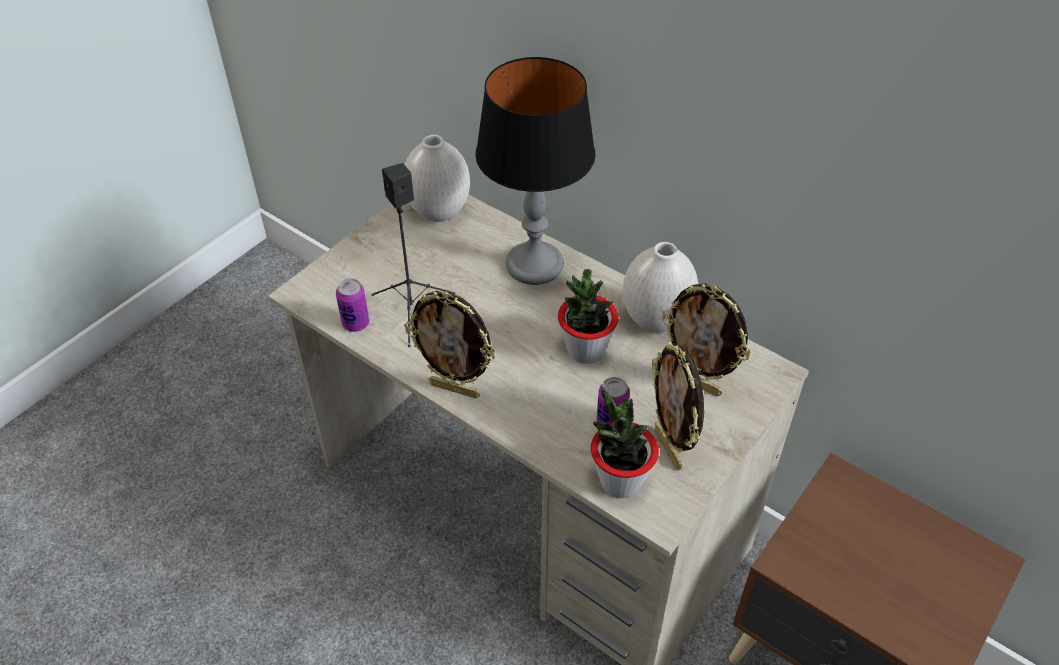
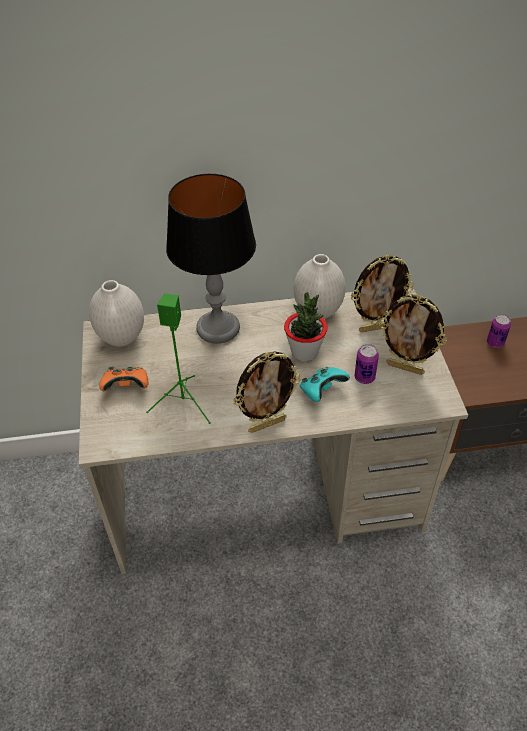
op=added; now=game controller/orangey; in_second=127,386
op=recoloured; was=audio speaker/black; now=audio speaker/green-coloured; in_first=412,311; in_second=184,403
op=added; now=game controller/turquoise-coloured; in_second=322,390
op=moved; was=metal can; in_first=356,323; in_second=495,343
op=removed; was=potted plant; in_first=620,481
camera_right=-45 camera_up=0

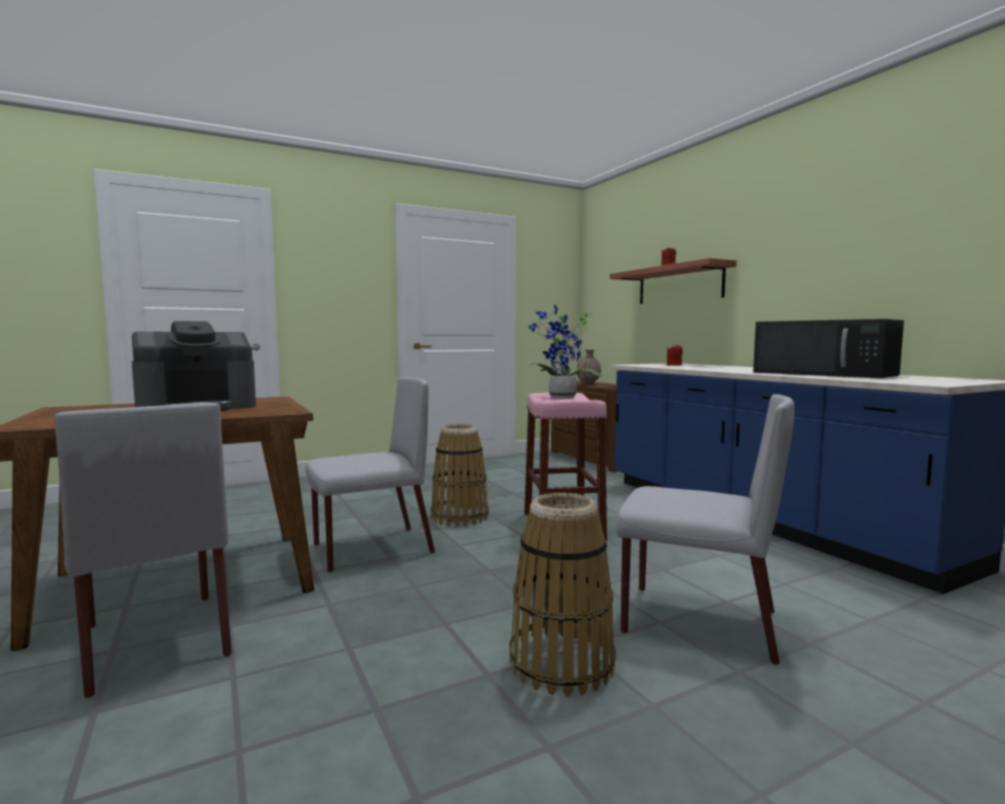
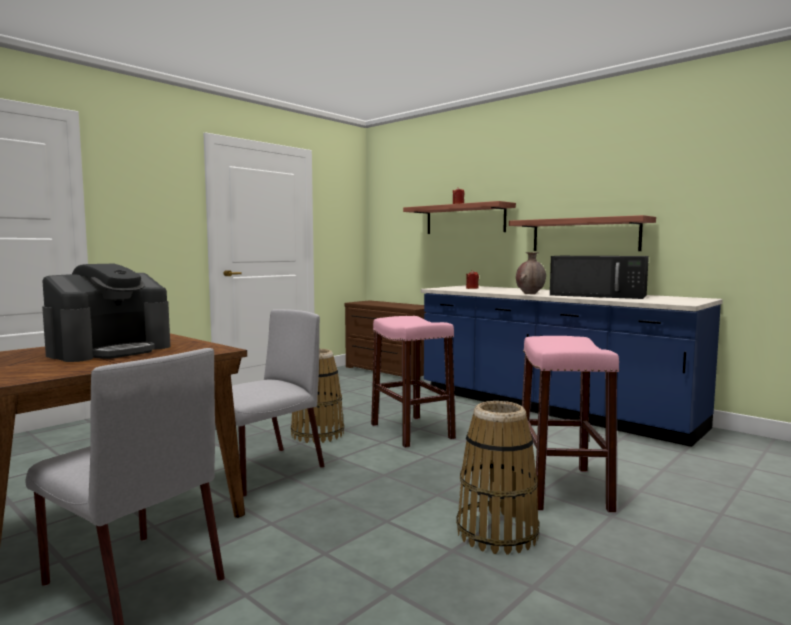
op=added; now=shelf; in_second=584,235
op=moved; was=vase/brownish; in_first=588,384; in_second=530,294
op=replaced; was=upright chair/gray; now=sitting stool/pink-coloured; in_first=696,621; in_second=562,488
op=removed; was=potted plant; in_first=560,398
camera_right=-20 camera_up=0

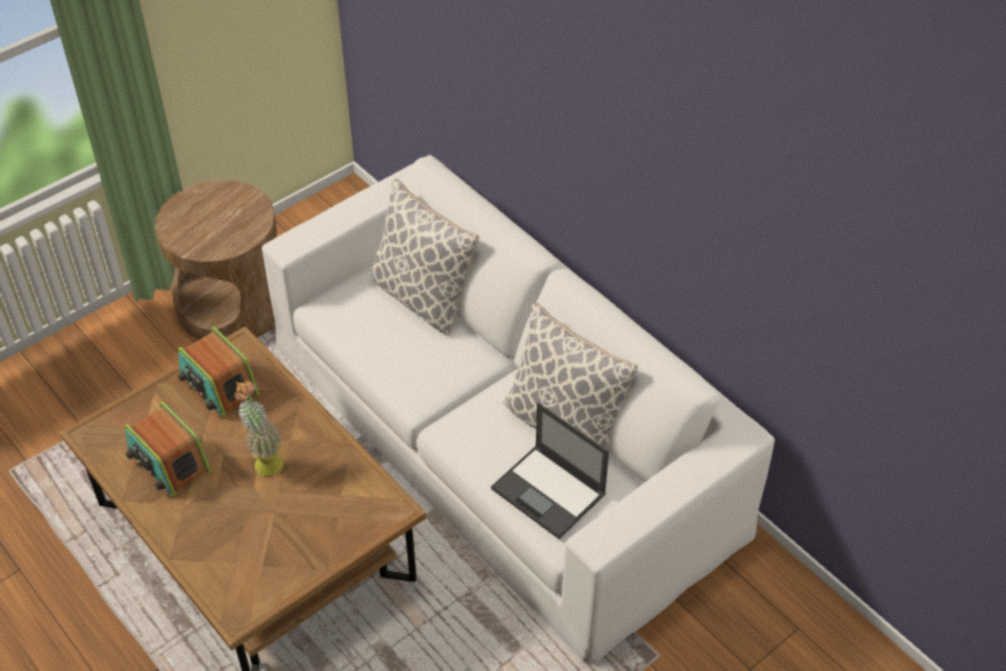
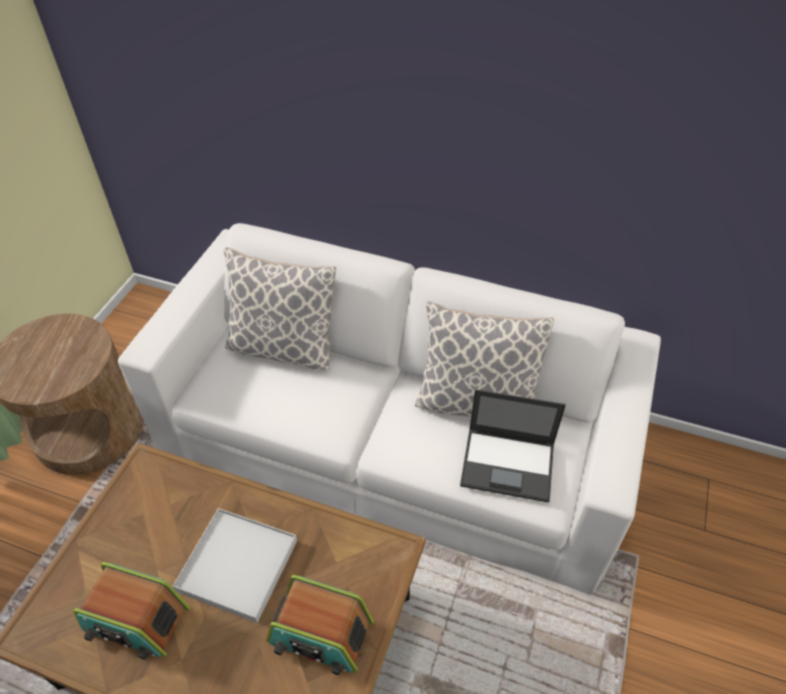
op=replaced; was=potted plant; now=tray/white; in_first=264,460; in_second=237,565
op=moved; was=radio set; in_first=218,385; in_second=320,633
camera_right=-30 camera_up=0

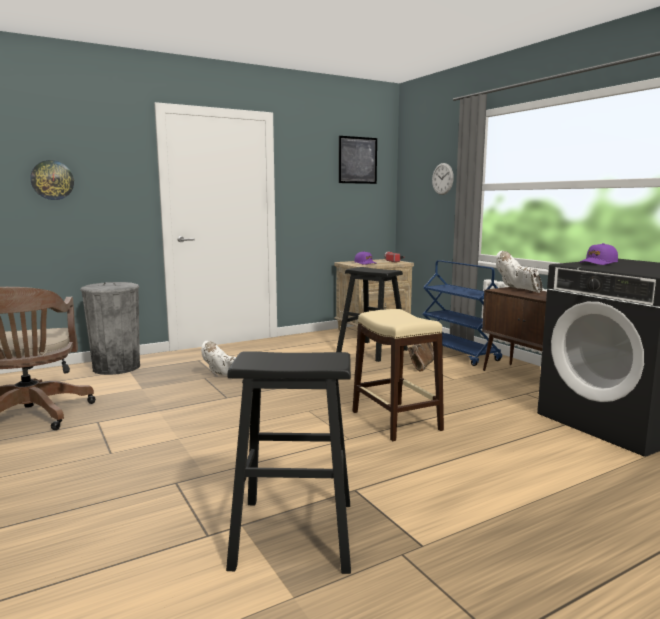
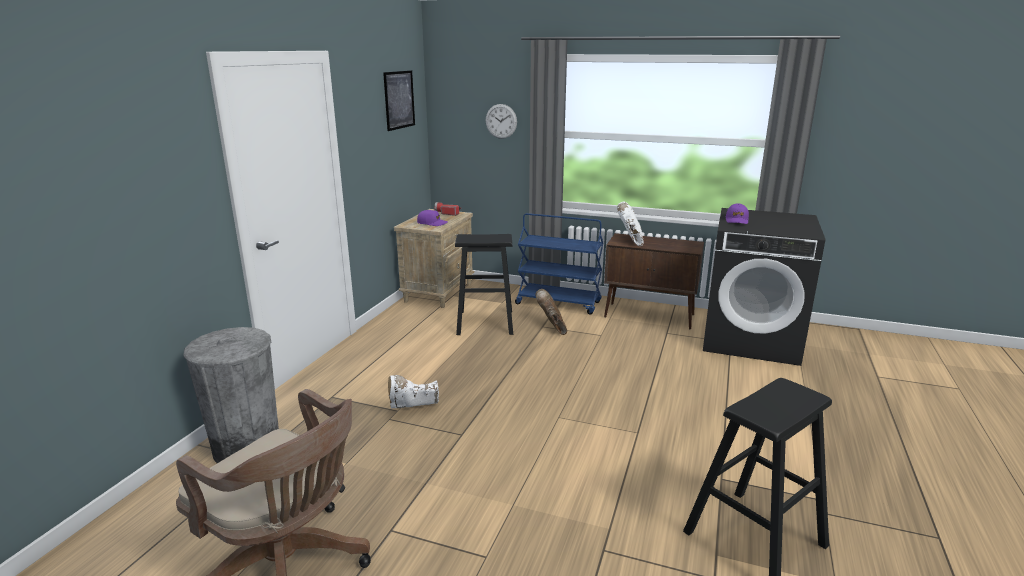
op=turned; was=boot/white; in_first=517,290; in_second=631,240; clockwise=75
op=removed; was=clock on the wall; in_first=52,180
op=removed; was=sitting stool/beige-coloured; in_first=396,420
camera_right=-40 camera_up=10

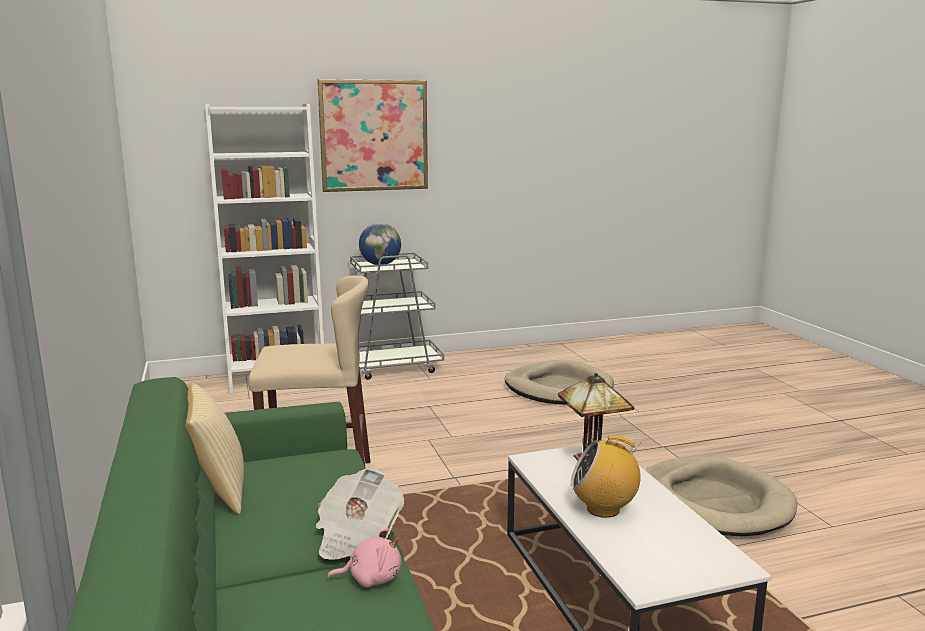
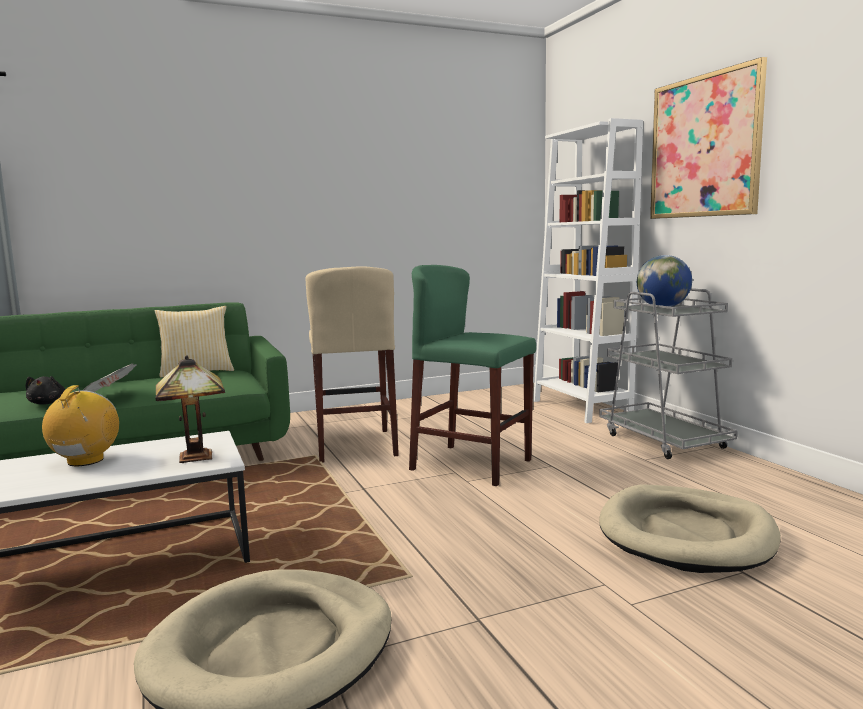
op=recoloured; was=cuddly toy/pink-coloured; now=cuddly toy/black; in_first=371,578; in_second=48,403
op=added; now=sitting stool/green-coloured; in_second=471,465
camera_right=85 camera_up=-5

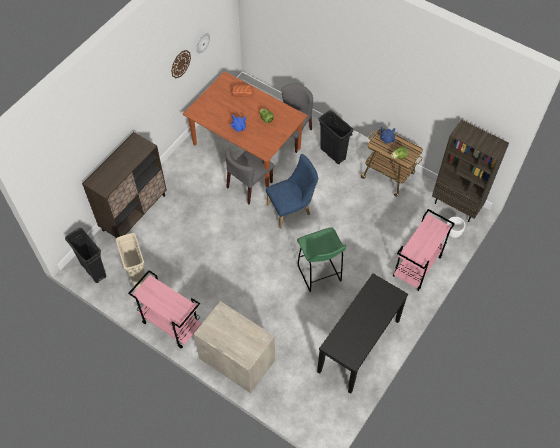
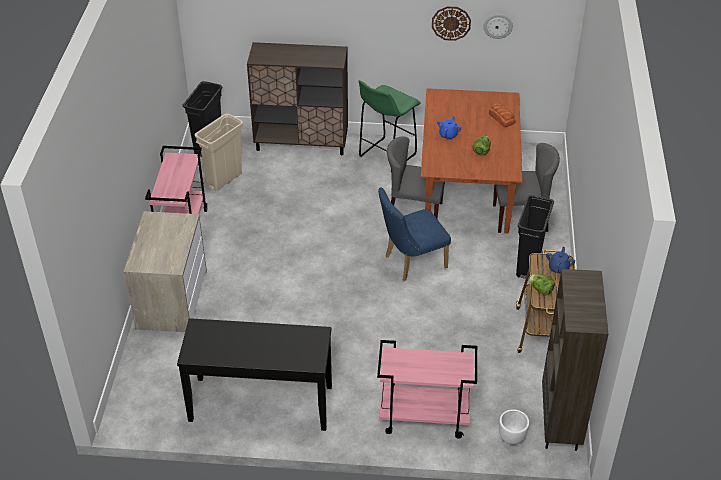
op=moved; was=sitting stool/green-coloured; in_first=319,275; in_second=386,156
op=turned; was=upright chair/blue; in_first=292,209; in_second=411,262; clockwise=120
camera_right=60 camera_up=-15

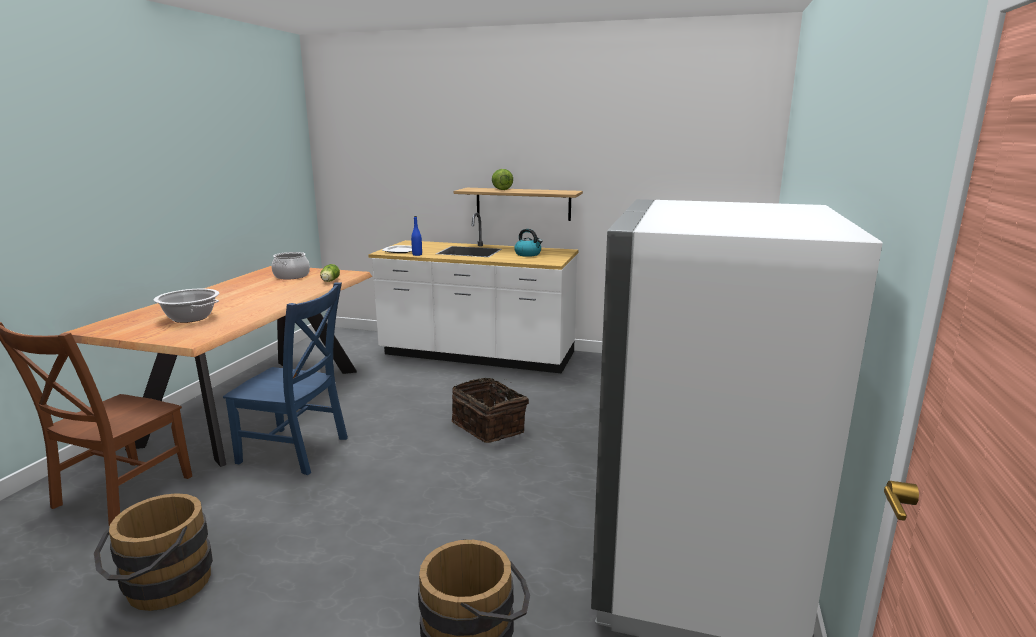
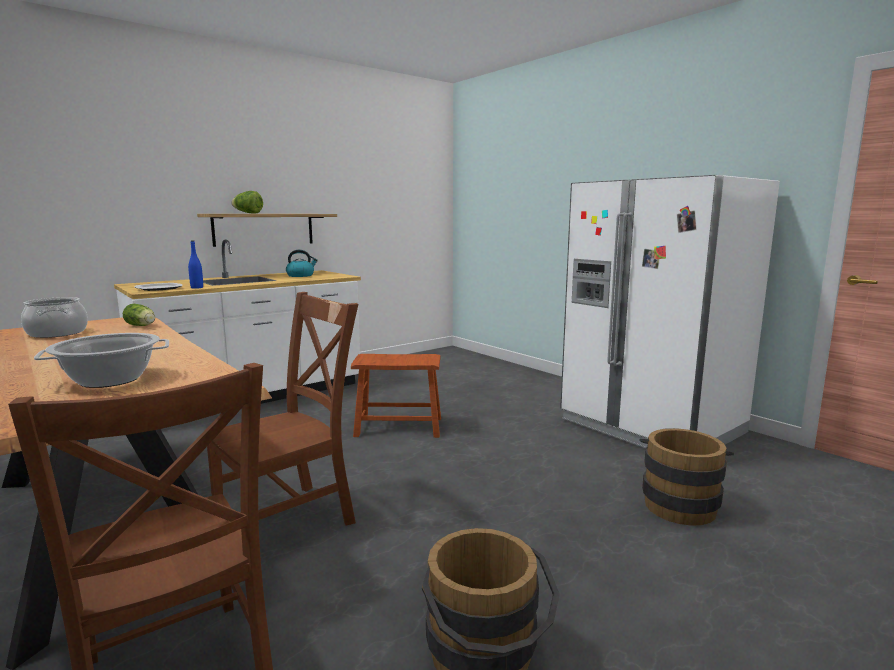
op=recoloured; was=upright chair/blue; now=upright chair/brownish; in_first=297,451; in_second=290,519
op=replaced; was=storage basket; now=sitting stool/brownish; in_first=490,427; in_second=398,427
camera_right=-55 camera_up=-5

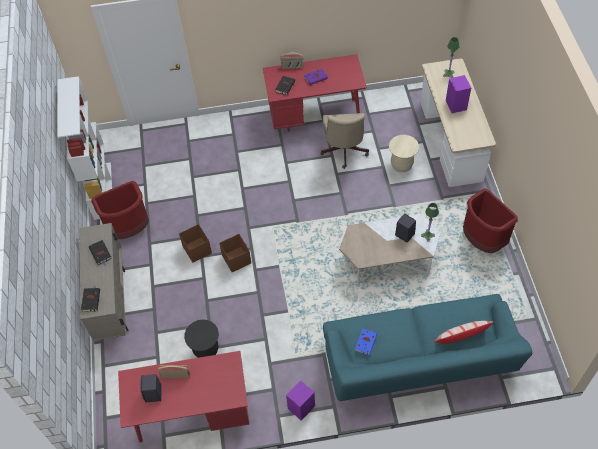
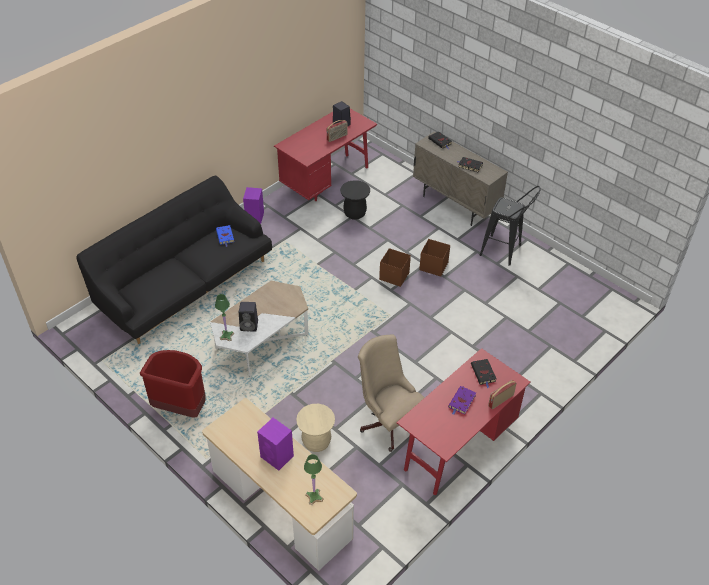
op=recoloured; was=couch/turquoise-coloured; now=couch/black; in_first=419,360; in_second=184,284
op=replaced; was=trash can/red-coloured; now=sitting stool/black; in_first=129,229; in_second=505,252
op=removed; was=bookshelf/white; in_first=102,190
op=removed; was=throw pillow; in_first=461,337
camera_right=140 camera_up=-10

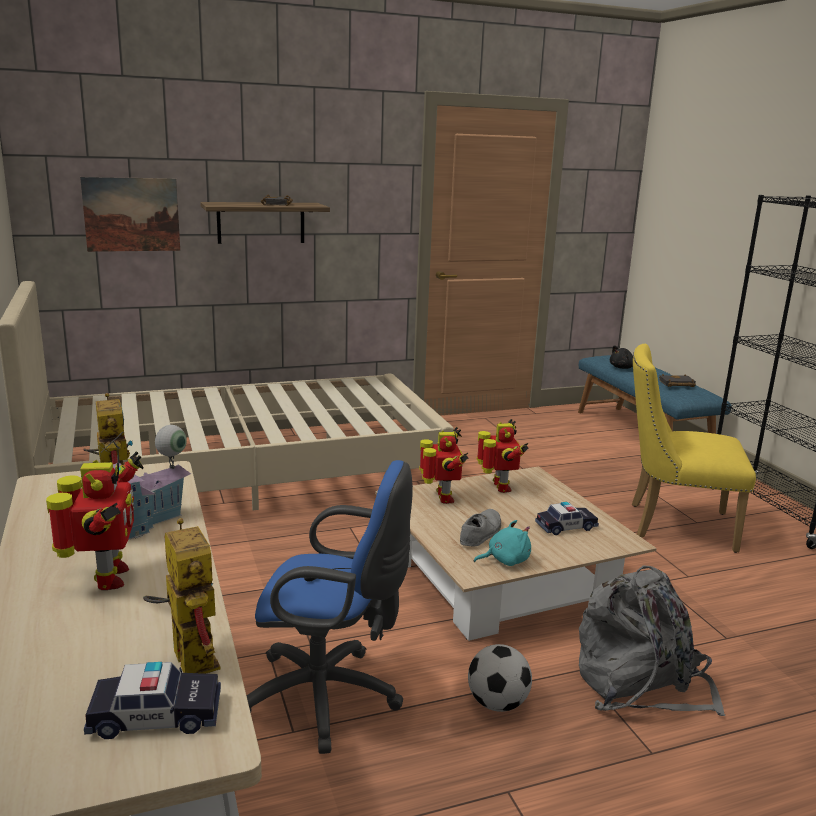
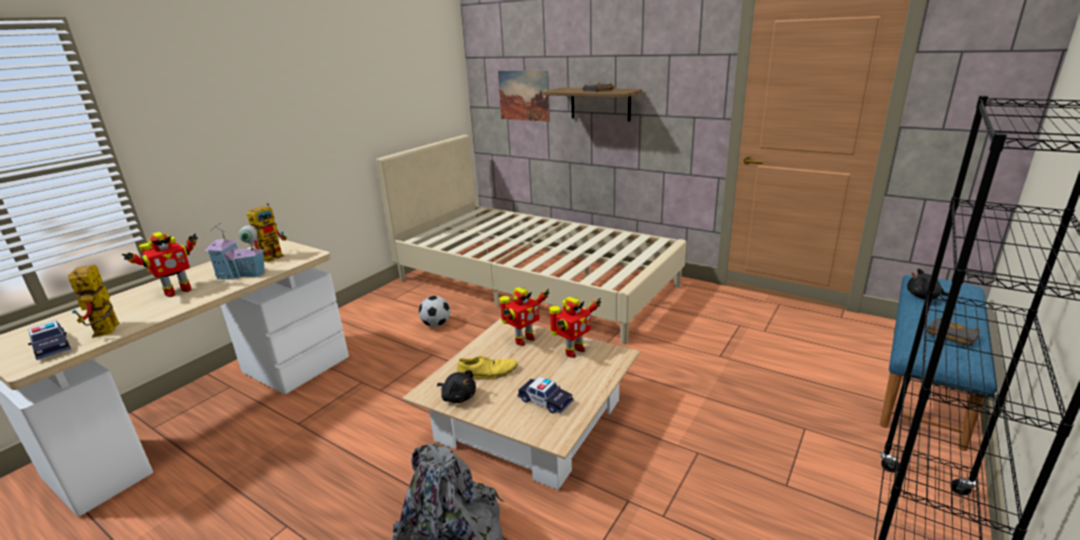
op=turned; was=toy robot; in_first=187,654; in_second=107,332; clockwise=135
op=moved; was=ball for football; in_first=497,703; in_second=436,324
op=recoloured; was=cuddly toy/turquoise-coloured; now=cuddly toy/black; in_first=505,560; in_second=458,397
op=recoloured; was=item of footwear/gray; now=item of footwear/yellow-coloured; in_first=480,533; in_second=488,373
op=removed; was=computer chair/blue; in_first=329,698
op=removed; was=upright chair/yellow-coloured; in_first=672,525
camera_right=55 camera_up=5

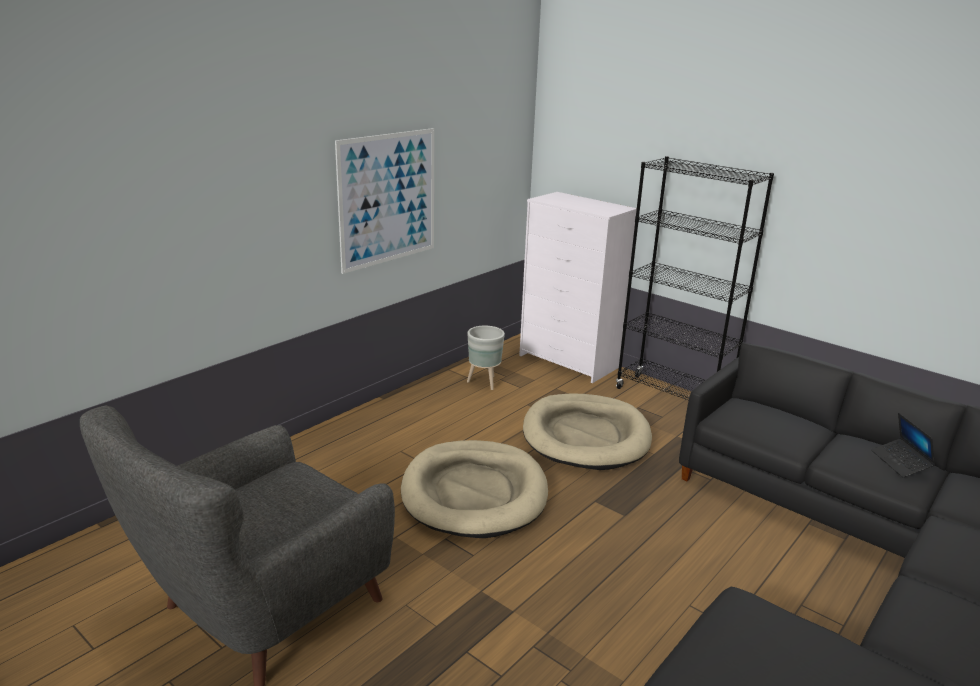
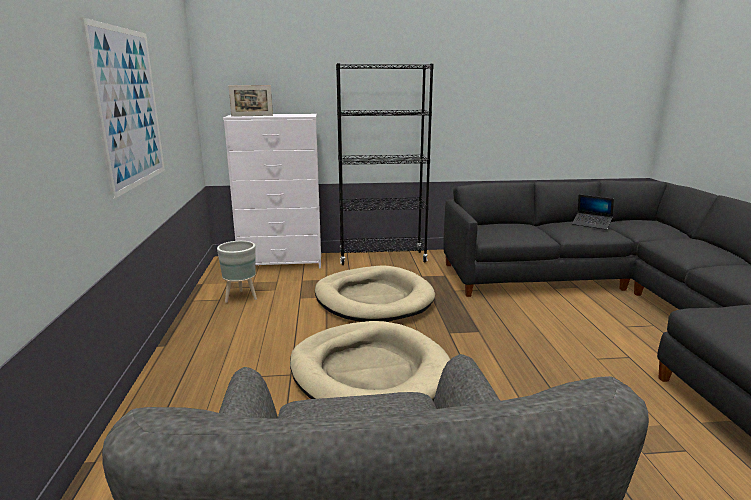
op=added; now=standing frame; in_second=252,116
camera_right=-45 camera_up=-5

